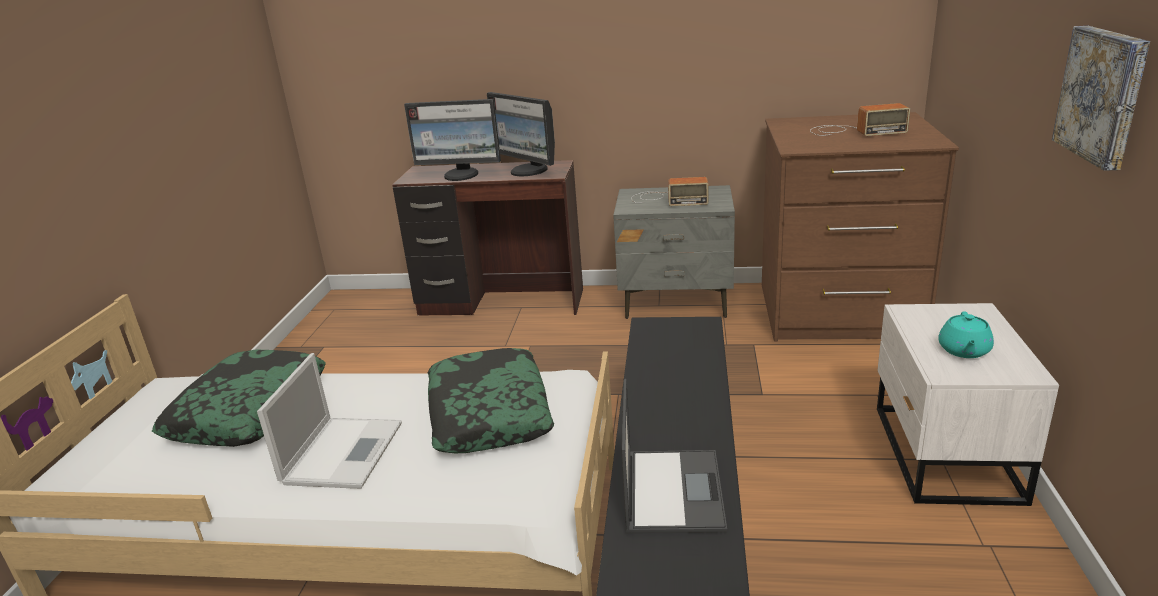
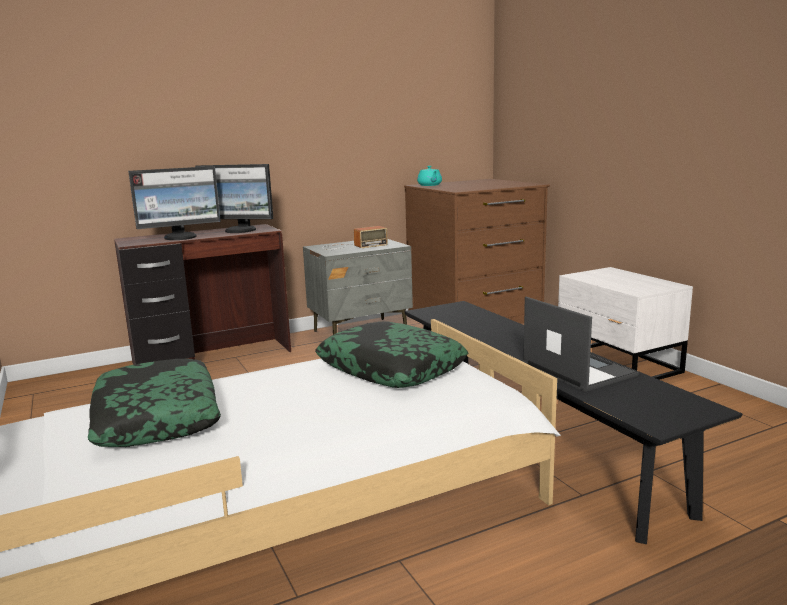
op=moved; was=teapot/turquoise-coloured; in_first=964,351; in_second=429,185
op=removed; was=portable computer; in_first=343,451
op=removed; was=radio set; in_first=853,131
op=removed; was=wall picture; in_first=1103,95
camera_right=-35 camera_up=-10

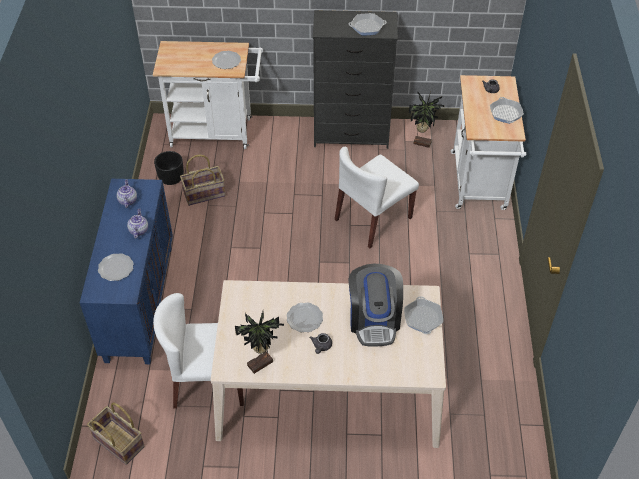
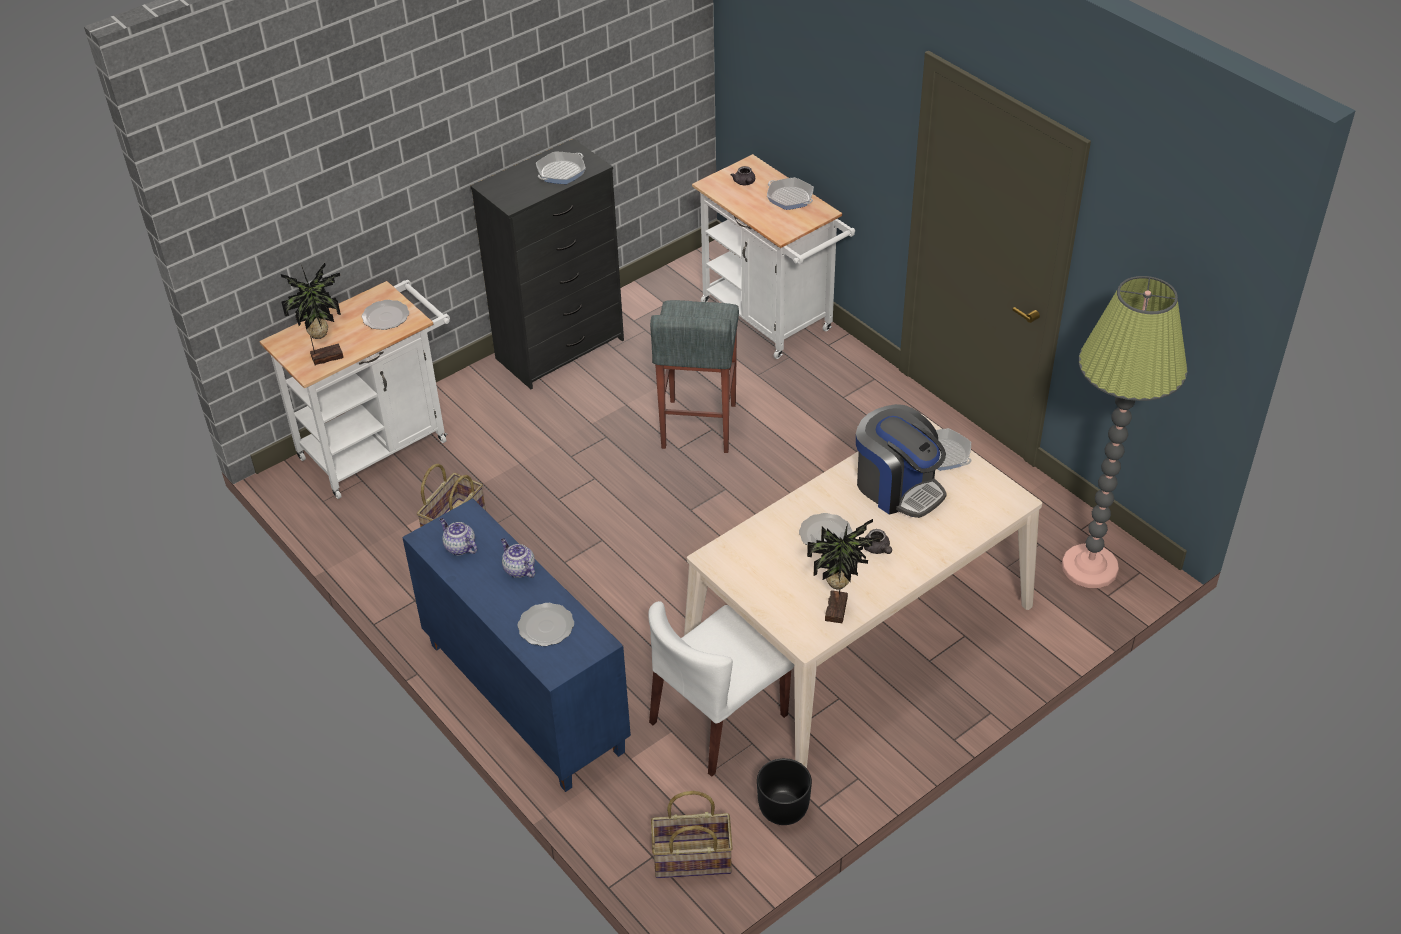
op=moved; was=potted plant; in_first=422,142; in_second=326,356
op=replaced; was=upright chair/white; now=sitting stool/gray; in_first=373,219; in_second=697,426
op=moved; was=plant pot/black; in_first=171,177; in_second=783,807
op=added; now=floor lamp; in_second=1090,567
camera_right=-40 camera_up=-5

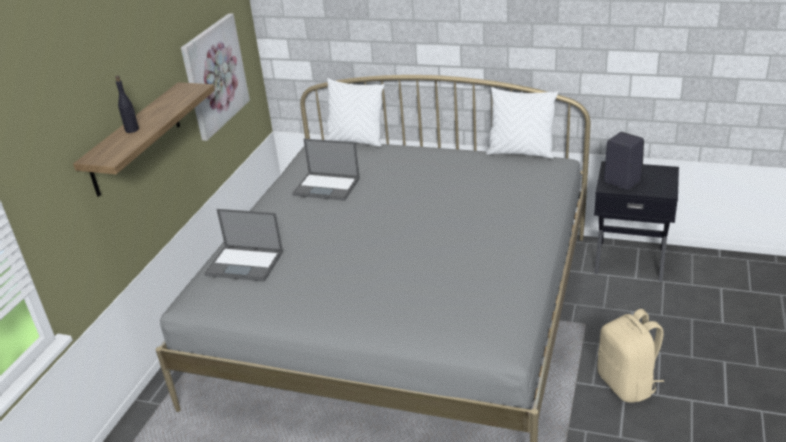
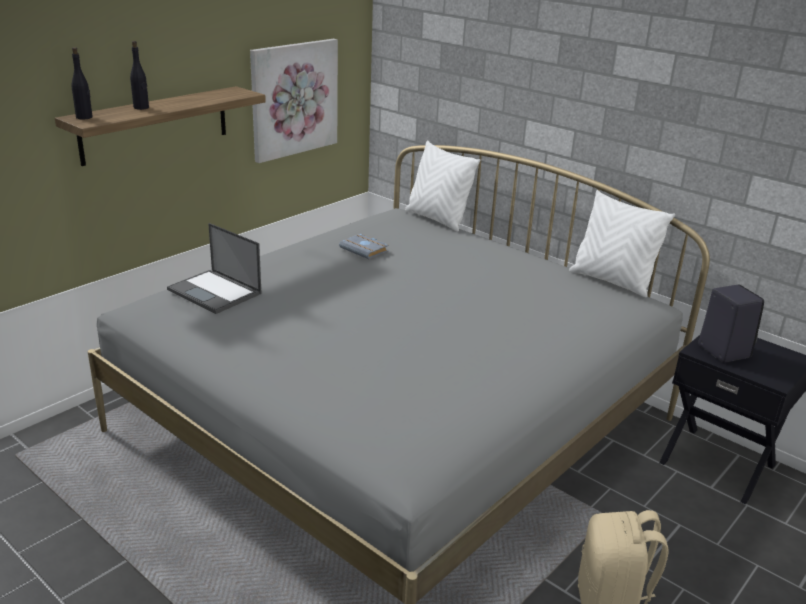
op=added; now=drink bottle/black; in_second=84,117
op=replaced; was=portable computer; now=bound book/gray; in_first=327,186; in_second=365,250
camera_right=20 camera_up=-5

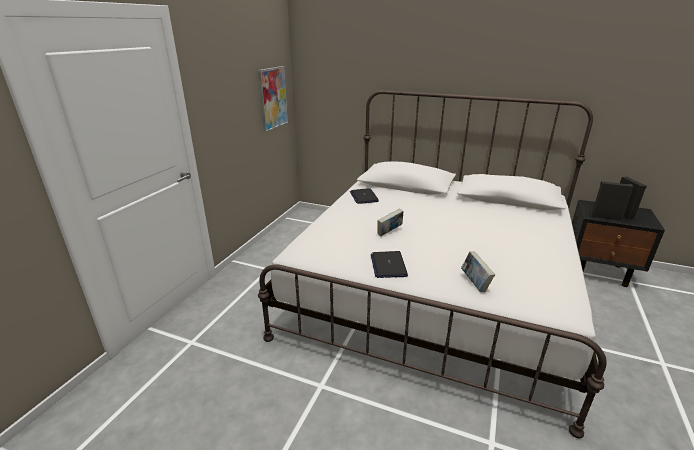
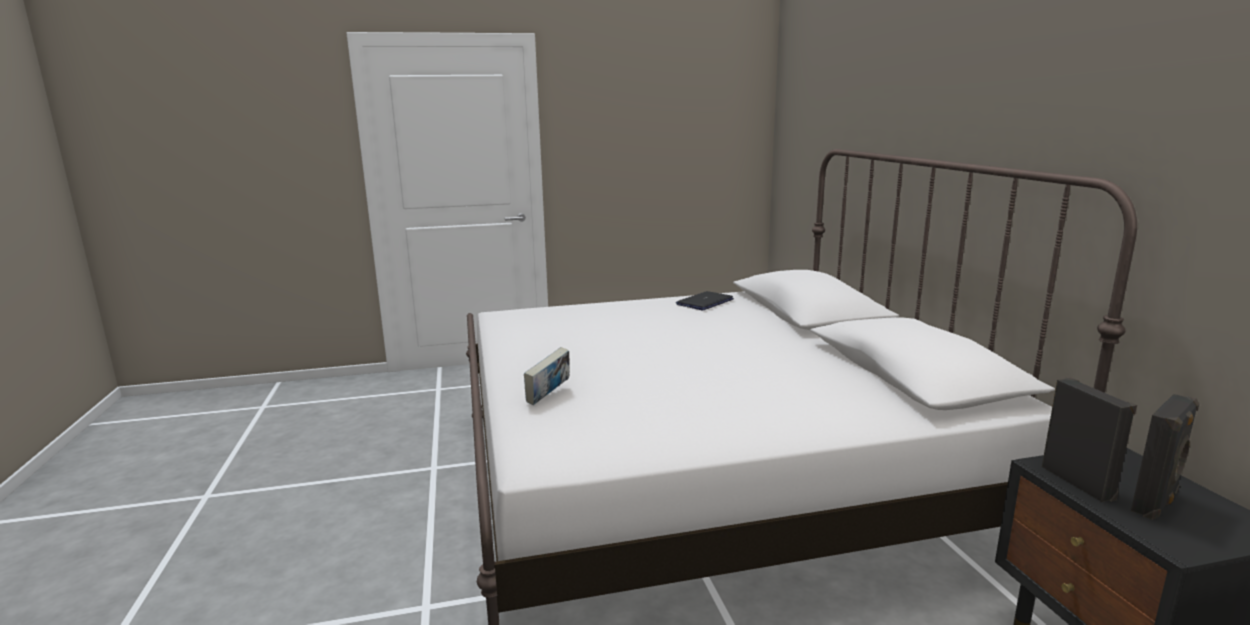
op=removed; was=wall picture; in_first=273,98
op=removed; was=portable computer; in_first=388,265
op=removed; was=bound book; in_first=389,232
camera_right=55 camera_up=-10

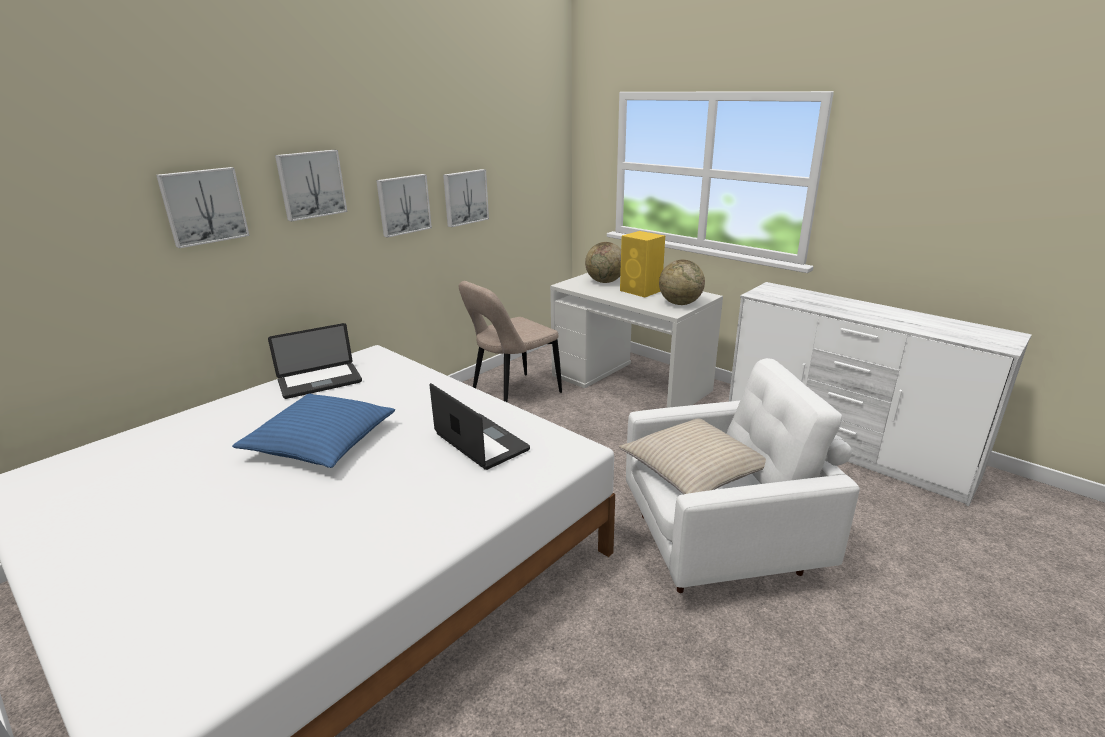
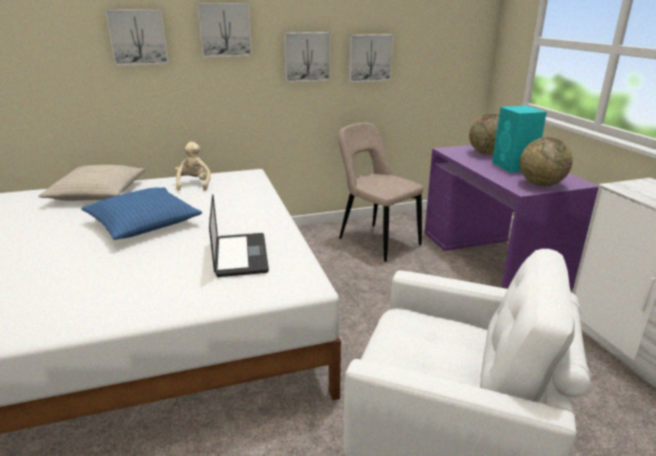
op=moved; was=throw pillow/beige-coloured; in_first=694,469; in_second=97,193
op=replaced; was=portable computer; now=cuddly toy/beige-coloured; in_first=320,382; in_second=194,184
op=turned; was=upright chair/beige-coloured; in_first=512,396; in_second=376,241; clockwise=60
op=recoloured; was=desk table/white; now=desk table/purple-coloured; in_first=630,383; in_second=492,257
op=recoloured; was=audio speaker/yellow-coloured; now=audio speaker/turquoise-coloured; in_first=641,291; in_second=514,167
camera_right=30 camera_up=0

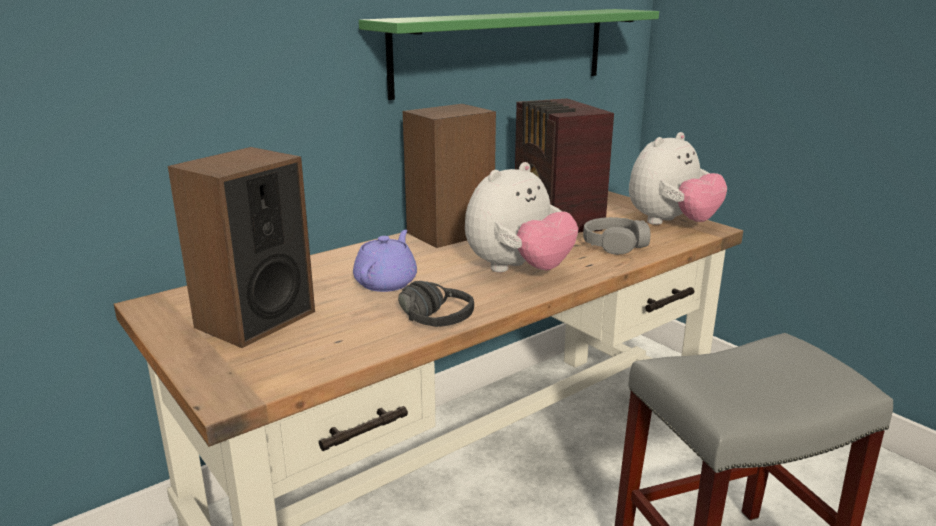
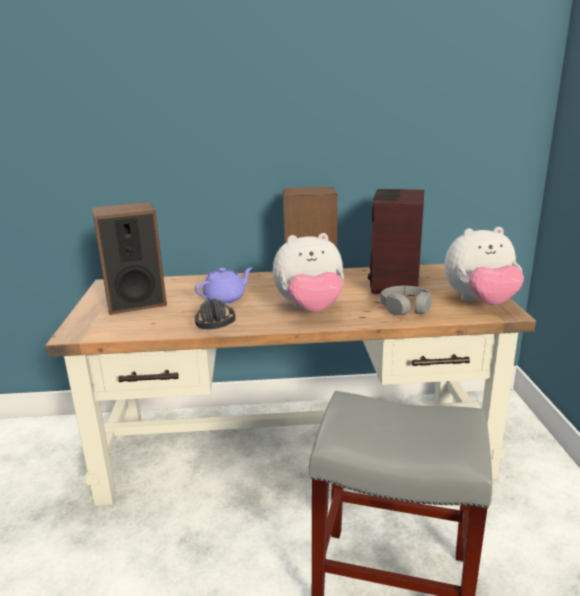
op=removed; was=shelf/green-coloured; in_first=503,50
camera_right=35 camera_up=0

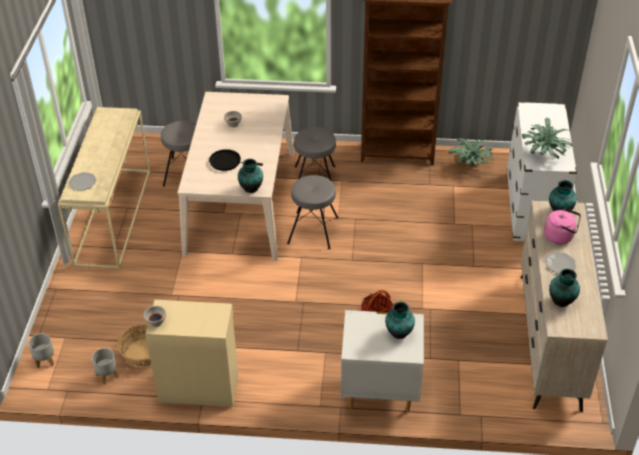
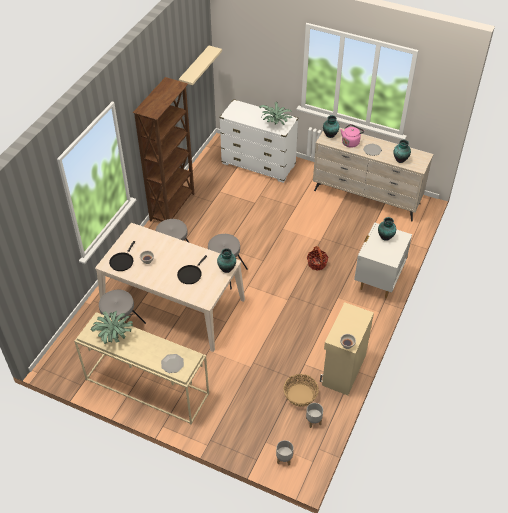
op=moved; was=potted plant; in_first=471,165; in_second=114,335
op=added; now=frying pan/black; in_second=122,261
op=added; now=shelf/beige-coloured; in_second=194,69
camera_right=-70 camera_up=5

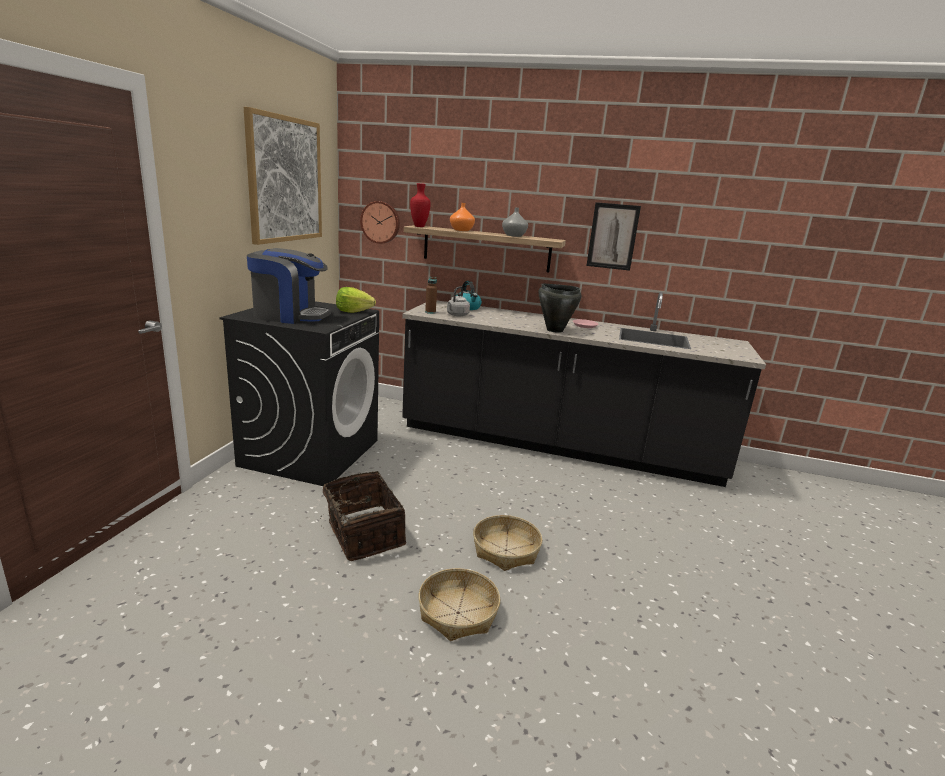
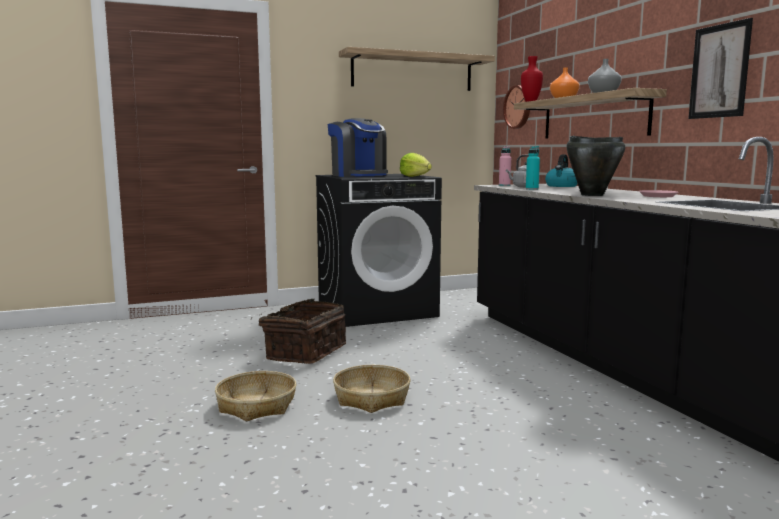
op=replaced; was=wall picture; now=shelf; in_first=285,180; in_second=412,72
op=recoloured; was=drink bottle/brownish; now=drink bottle/pink-coloured; in_first=430,312; in_second=504,185
op=added; now=drink bottle/turquoise-coloured; in_second=532,189
camera_right=55 camera_up=-10

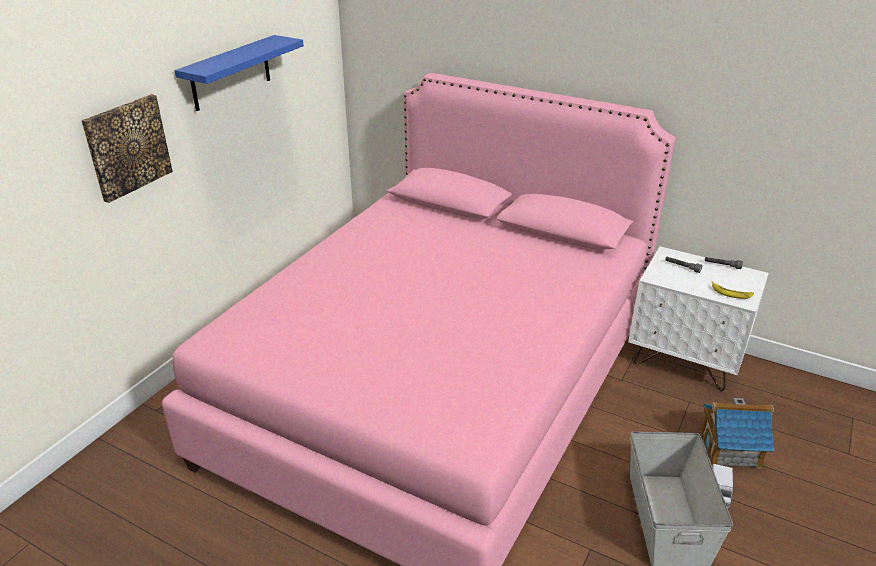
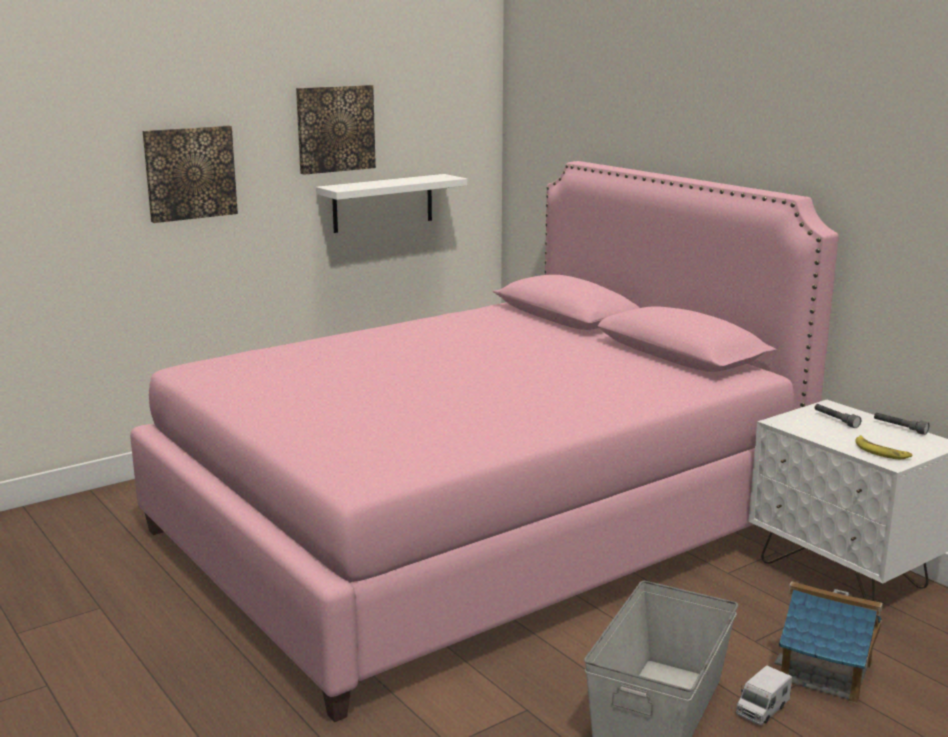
op=replaced; was=shelf/blue; now=wall picture; in_first=231,73; in_second=335,128
op=added; now=shelf/white; in_second=383,203
camera_right=25 camera_up=-15

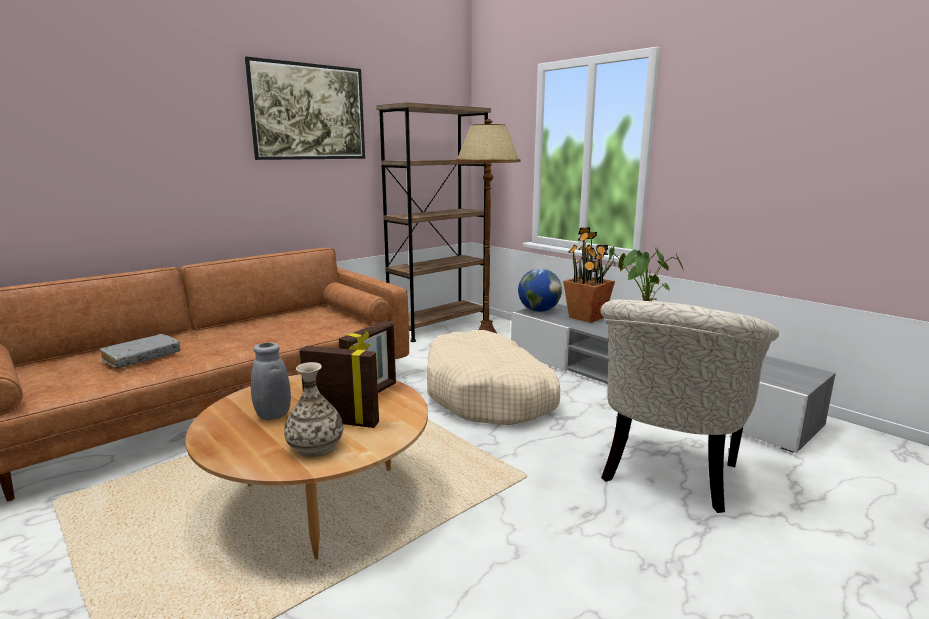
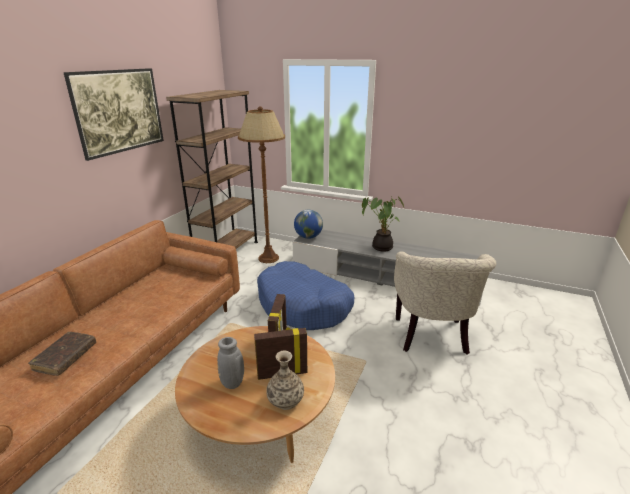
op=recoloured; was=bound book/gray; now=bound book/brownish; in_first=142,358; in_second=66,357
op=recoloured; was=dog bed/beige-coloured; now=dog bed/blue; in_first=489,395; in_second=304,306
op=removed; was=potted plant; in_first=587,317
camera_right=-25 camera_up=10

